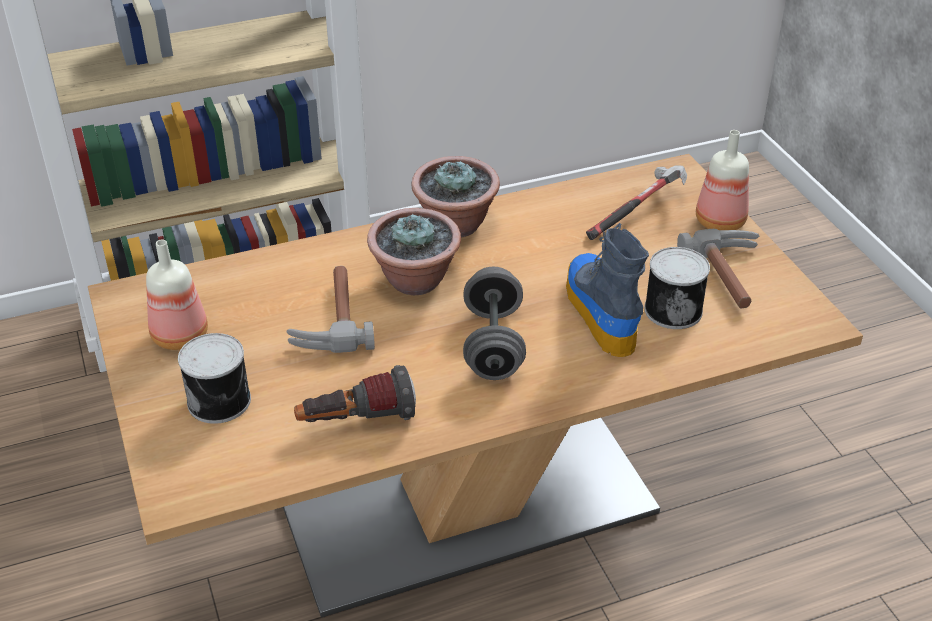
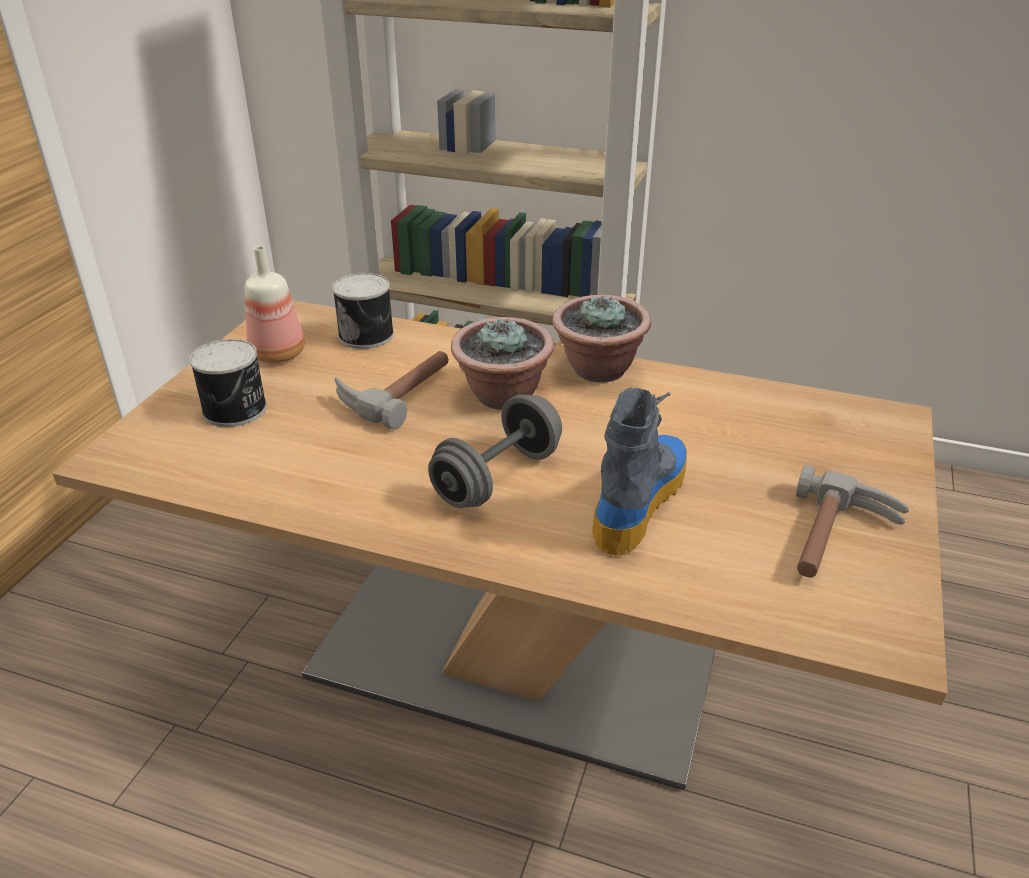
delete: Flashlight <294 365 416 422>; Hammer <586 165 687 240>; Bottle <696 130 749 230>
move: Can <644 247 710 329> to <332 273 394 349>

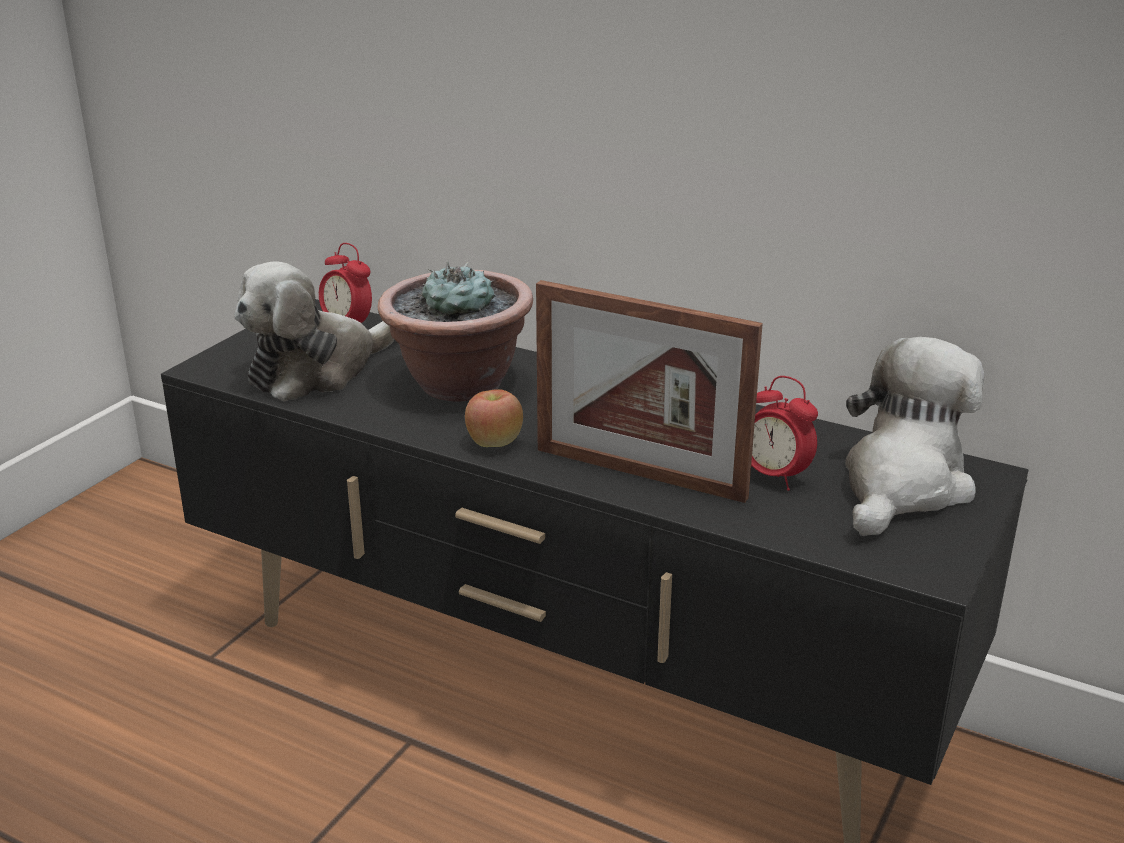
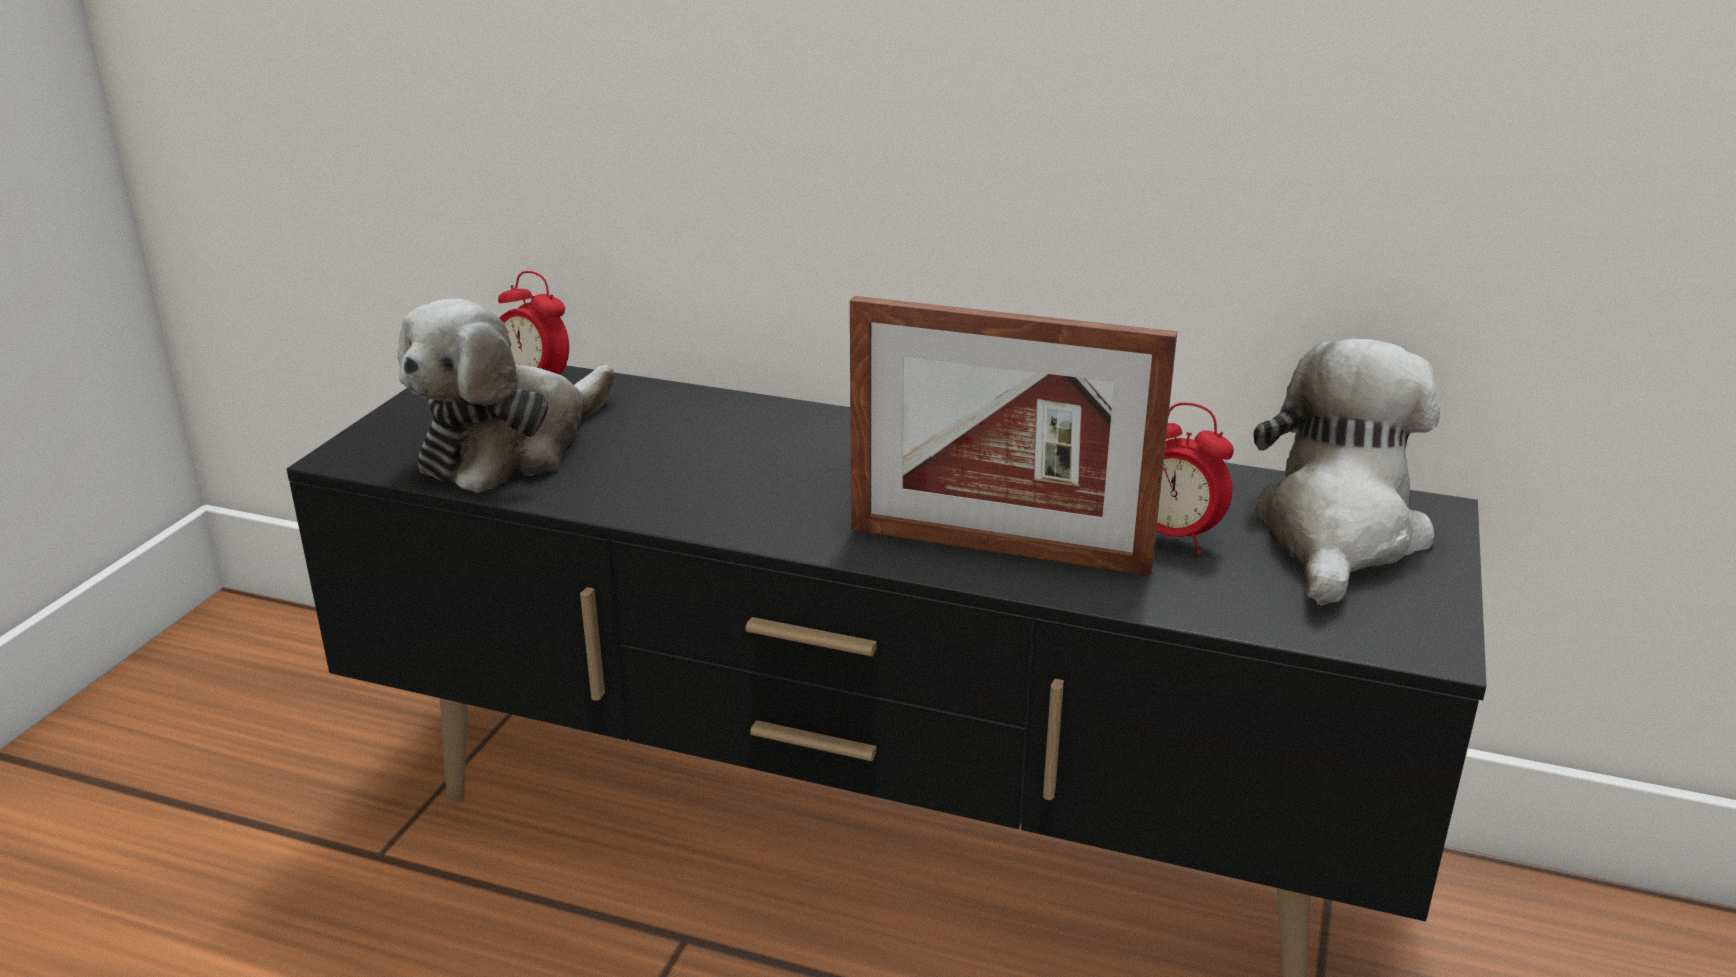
delete: PottedPlant <377 262 533 402>; Apple <465 389 523 447>

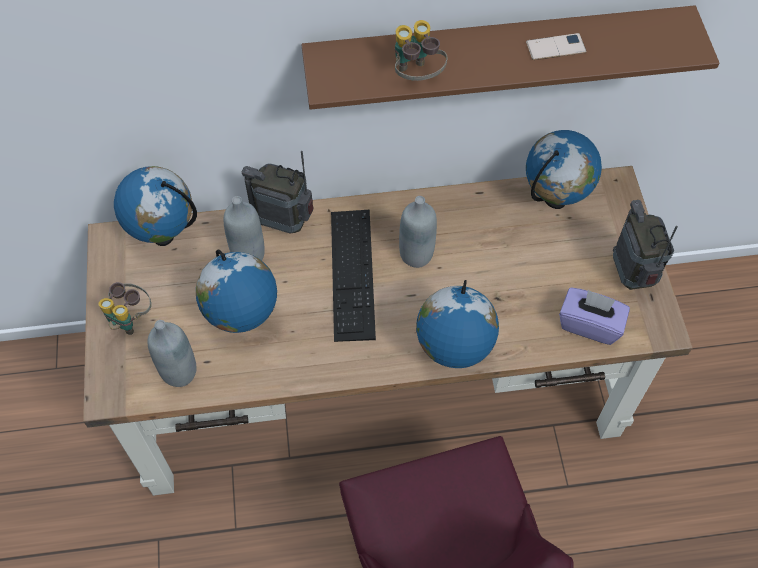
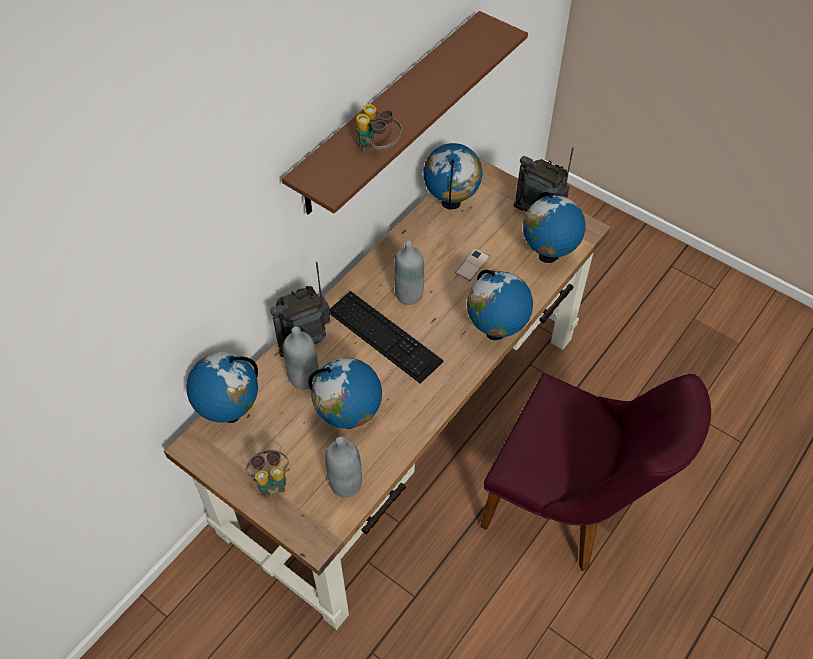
move: Phone <526 33 587 60> to <455 249 490 281>
replace: PurpleTissueBox <559 288 630 345> to Globe <523 192 586 263>

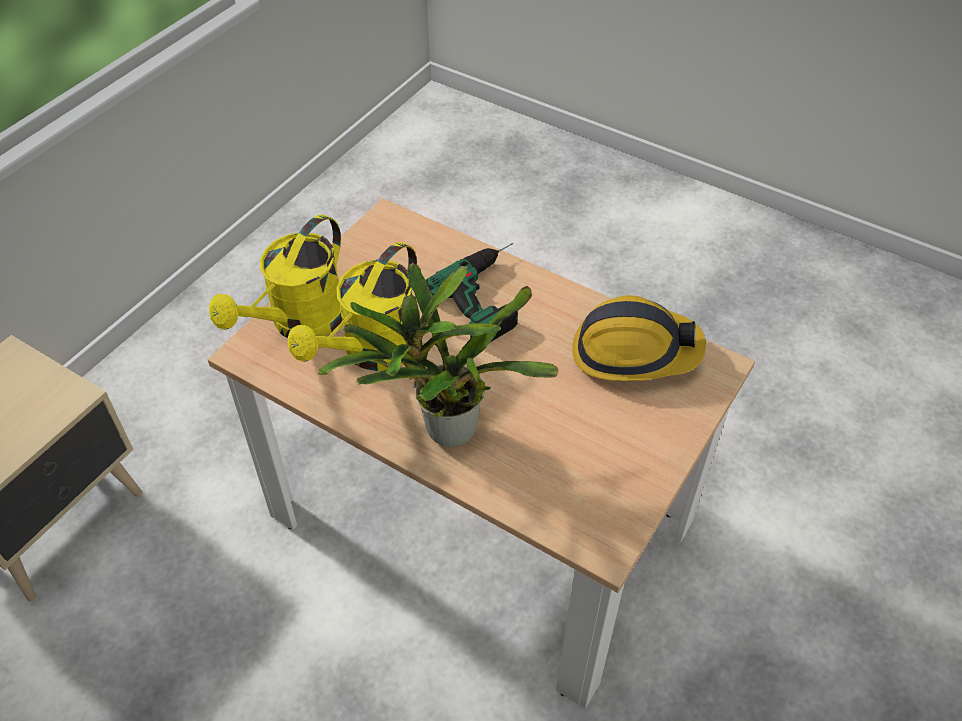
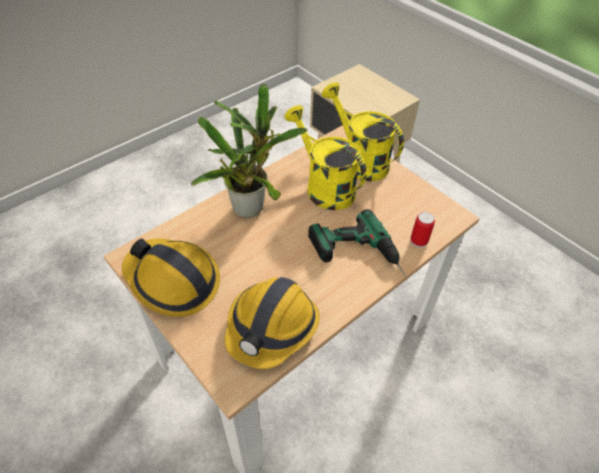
insert: HardHat <122 238 220 317>; Can <410 212 435 248>

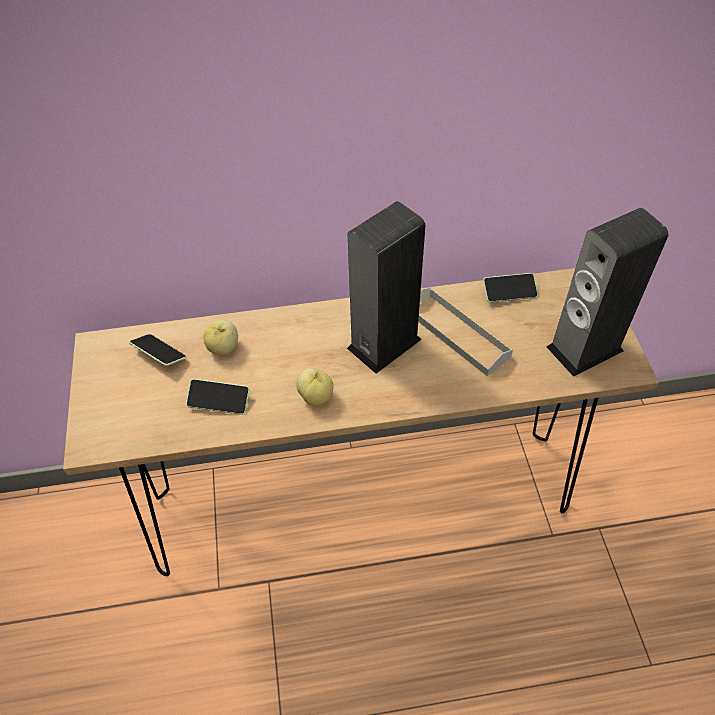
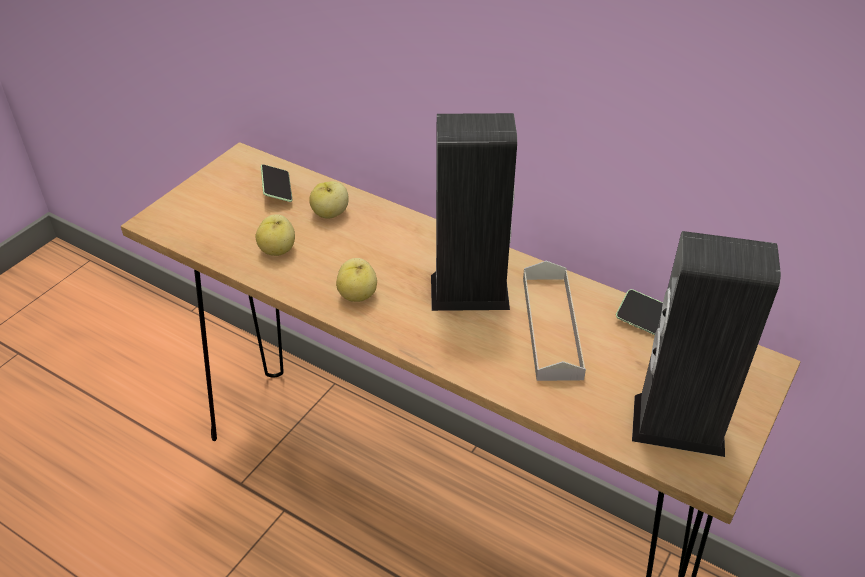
replace: Phone <186 379 249 415> to Apple <255 214 295 256>

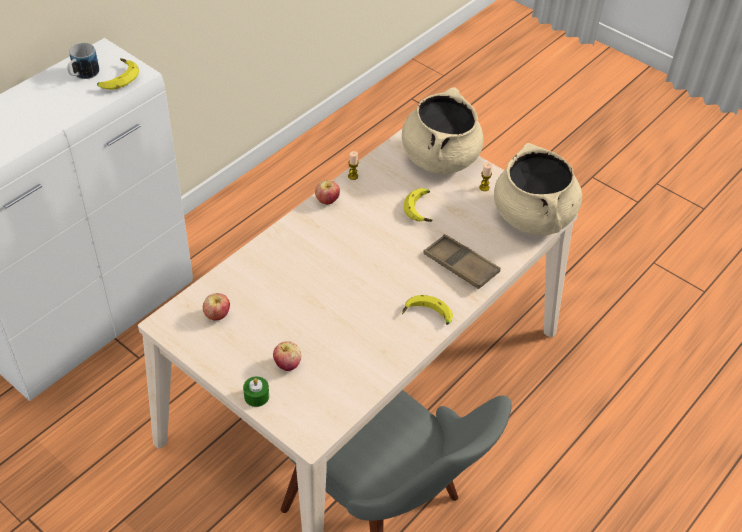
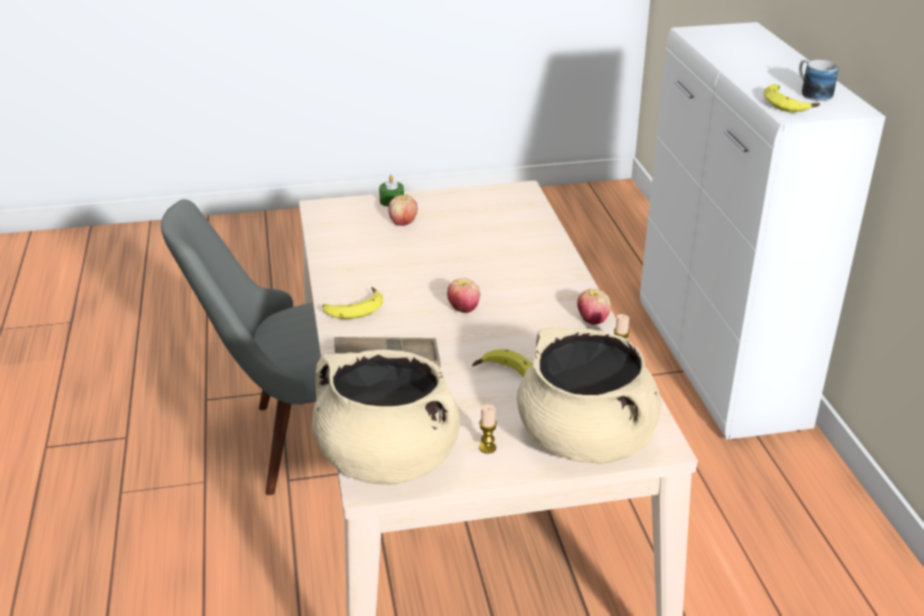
move: Apple <203 293 230 321> to <447 278 480 313>

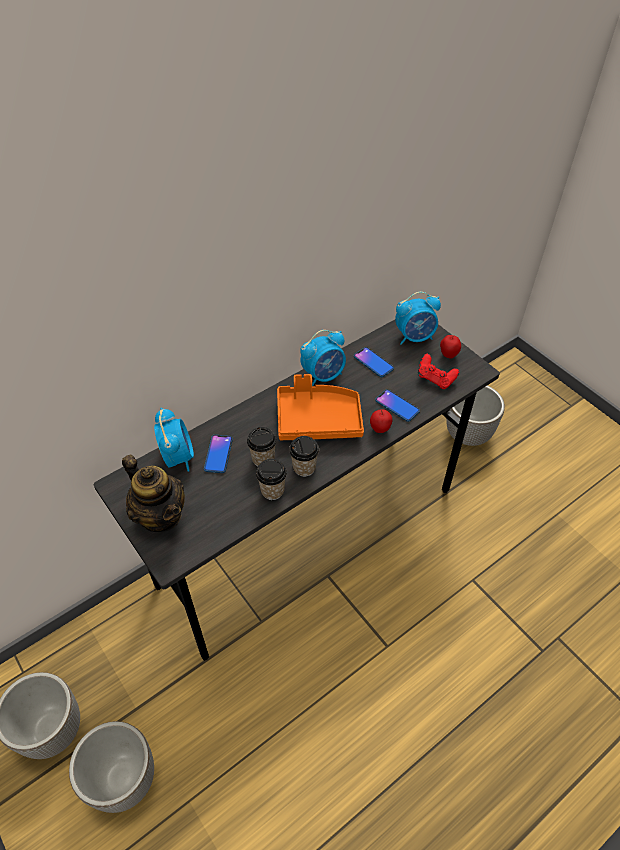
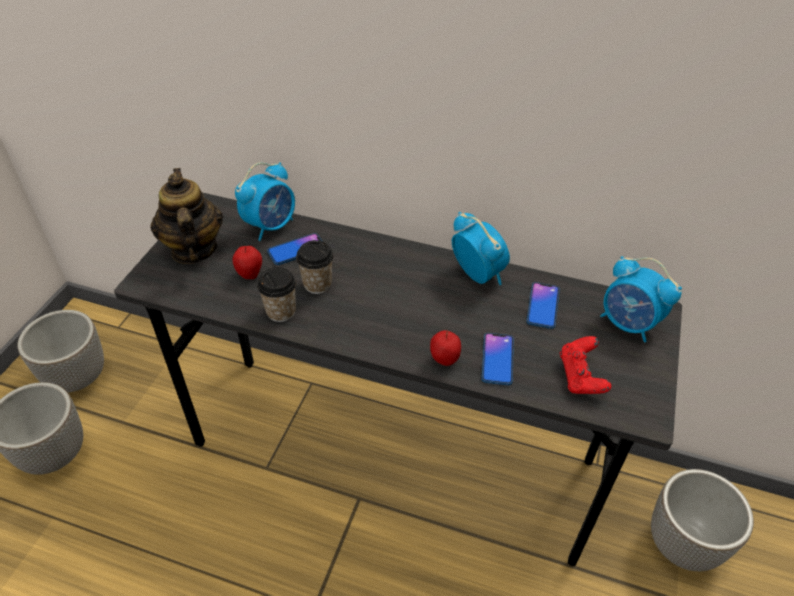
delete: OrangeTray <277 374 364 440>; Cup <289 436 319 477>
move: Apple <440 335 461 359> to <233 246 262 279>
rotate: Teapot <122 455 185 532> = <151 168 223 264> 150 degrees clockwise; AlarmClock <300 330 346 386> = <452 212 510 285> 150 degrees counterclockwise

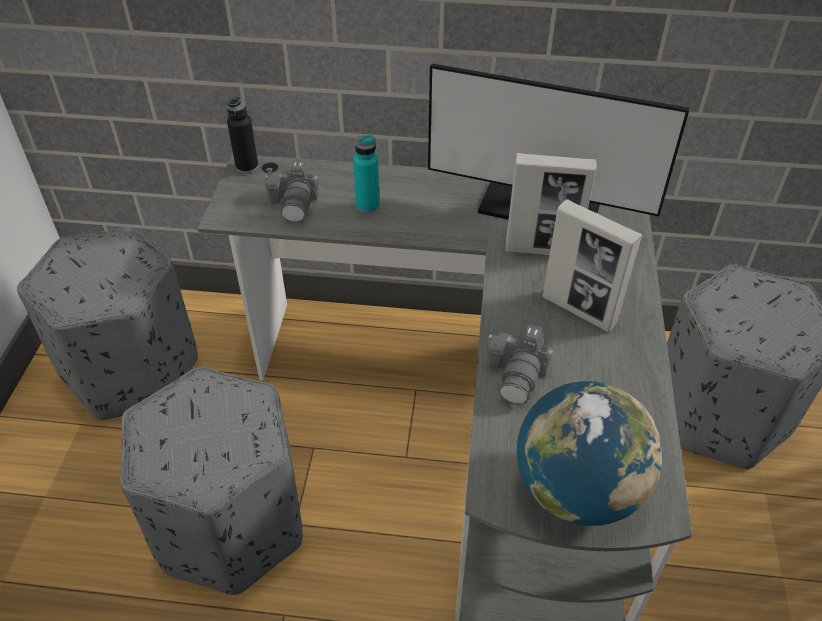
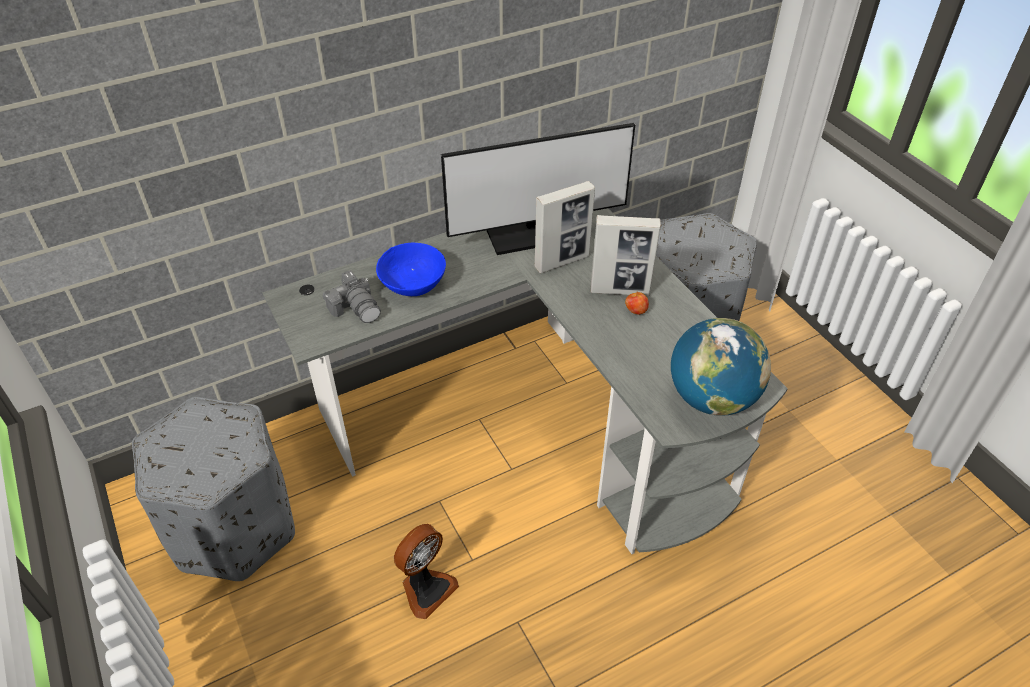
delete: BlackBottle <227 97 259 173>; PhotoCamera <487 324 553 405>
insert: Apple <625 291 649 315>
replace: GreyOttoman <120 367 303 595> to Fan <394 524 459 619>; TurquoiseBottle <353 135 380 213> to BlueBowl <376 243 446 296>

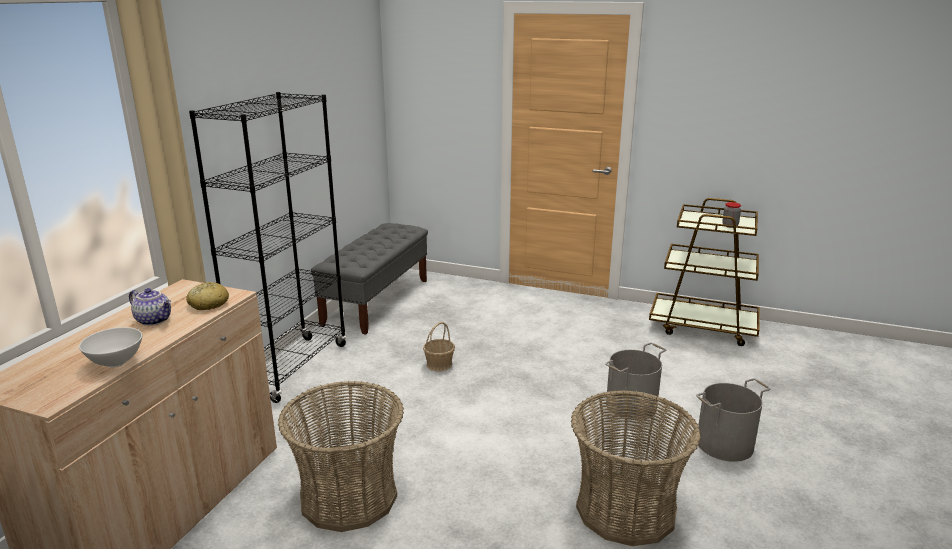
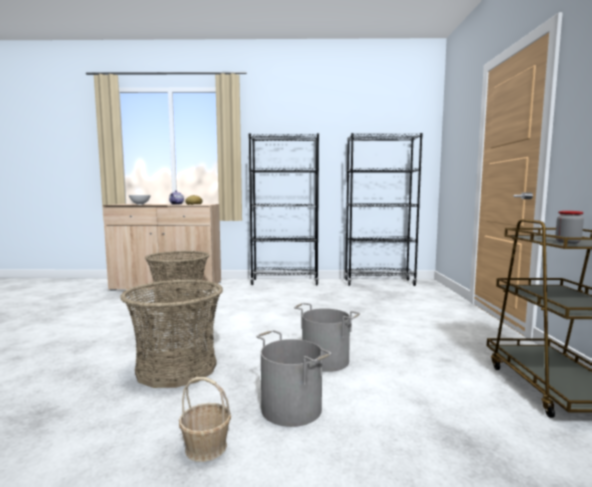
move: Basket <423 322 455 371> to <179 377 231 462>
replace: GreyBench <311 223 428 335> to BlackBookcase <345 133 423 286>

